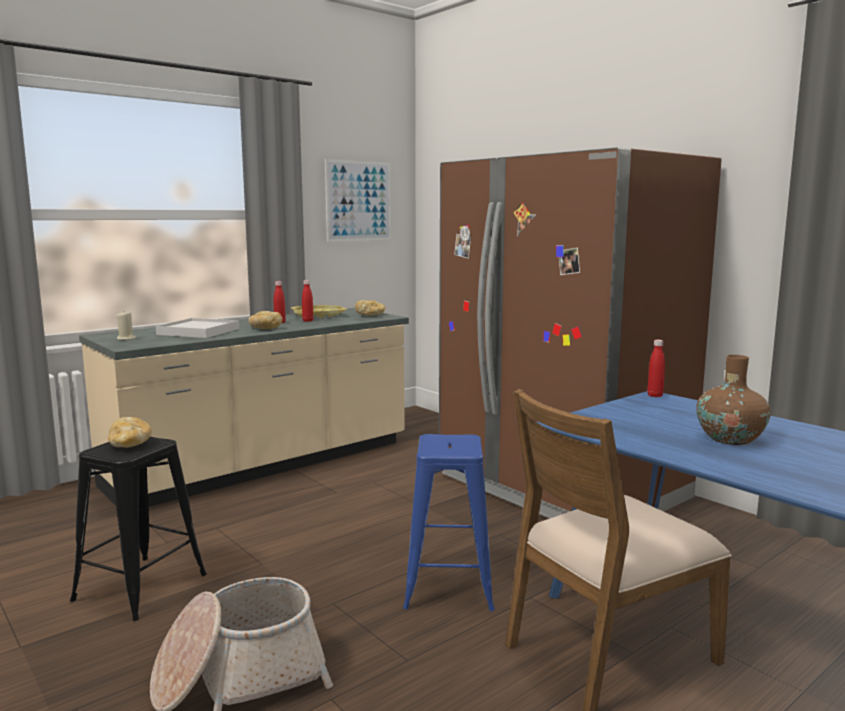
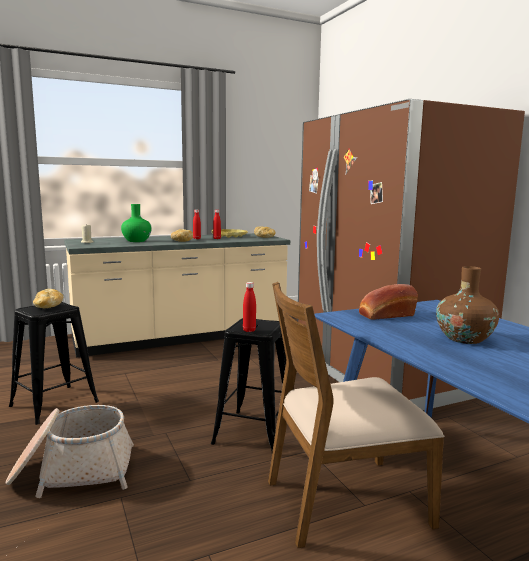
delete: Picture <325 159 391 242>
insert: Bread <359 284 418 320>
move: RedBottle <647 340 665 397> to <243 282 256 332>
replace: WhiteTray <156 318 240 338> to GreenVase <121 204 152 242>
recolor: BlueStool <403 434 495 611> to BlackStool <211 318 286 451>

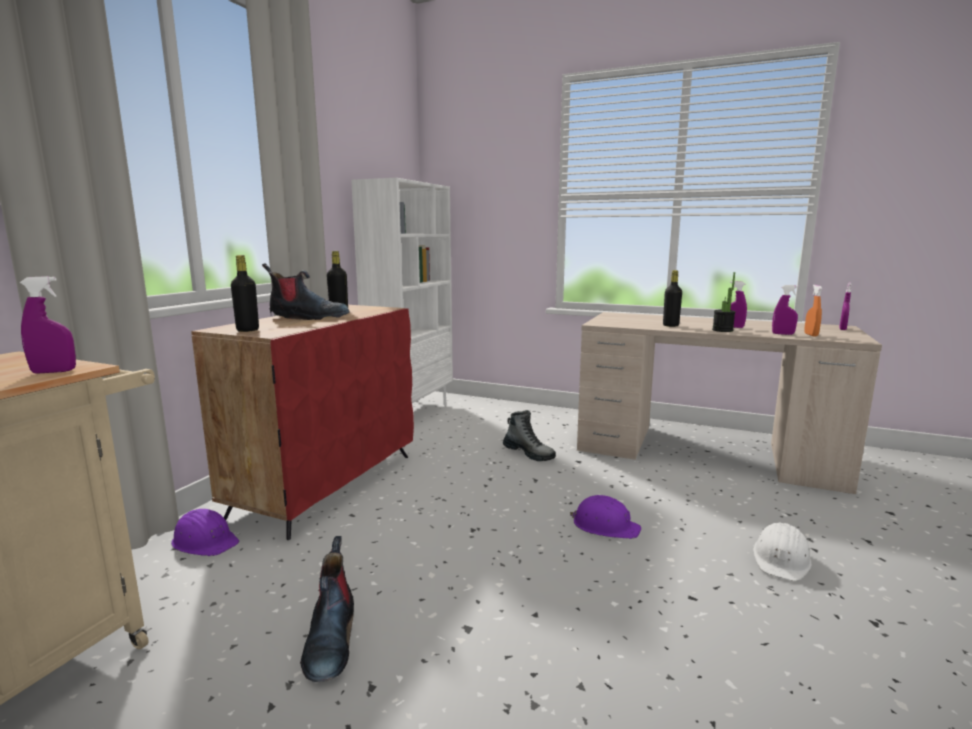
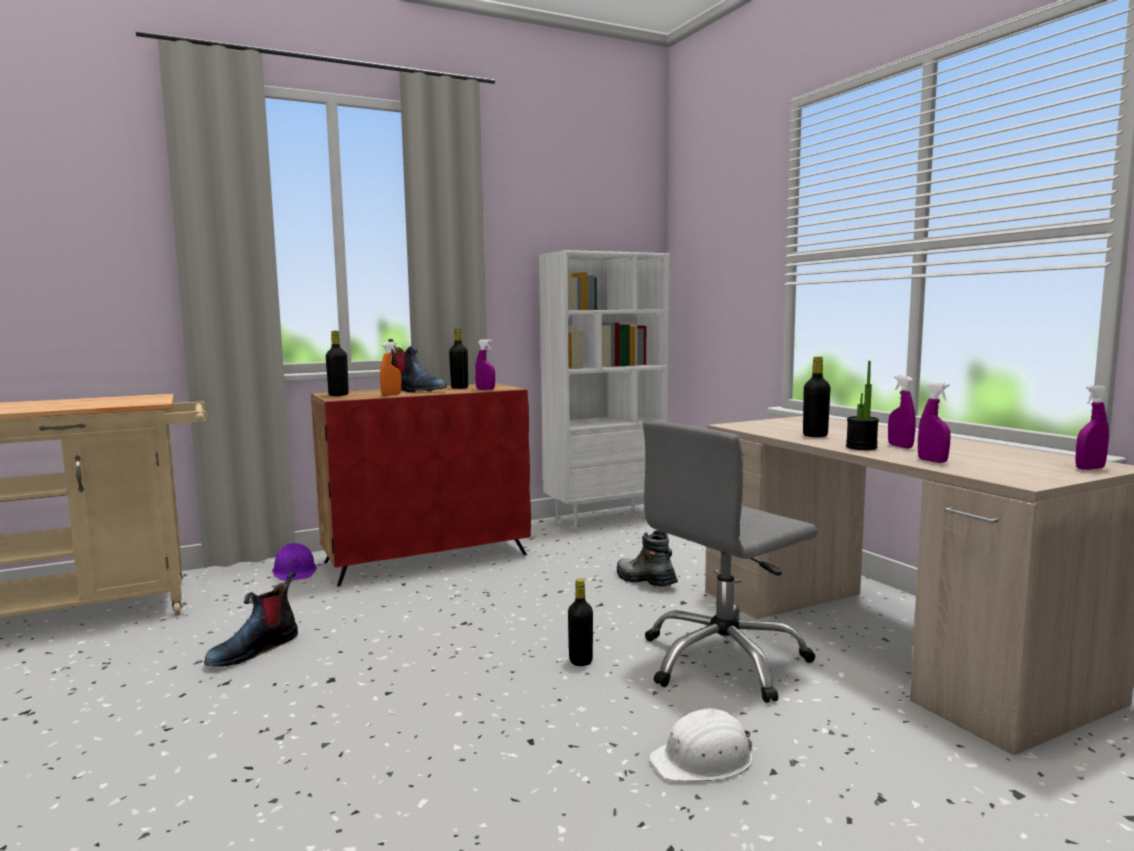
insert: GreyOfficeChair <643 421 817 703>
move: PurpleSprayBottle <20 276 76 374> to <475 339 495 390>; OrangeSprayBottle <805 285 823 336> to <380 342 401 396>
replace: PurpleHardHat <570 495 641 539> to BlackBottle <568 579 593 666>
rotate: Boot <503 410 556 461> = <617 530 678 587> 150 degrees clockwise

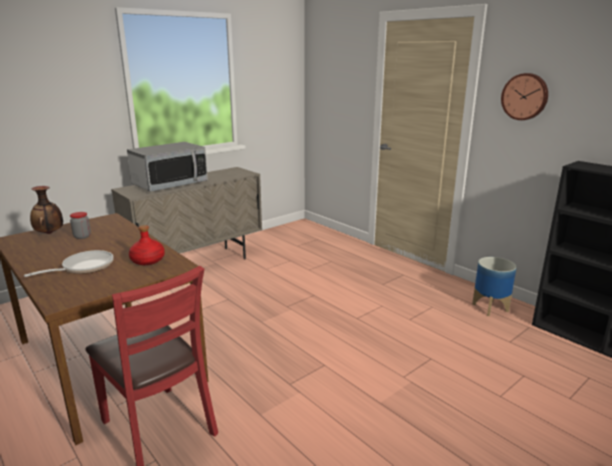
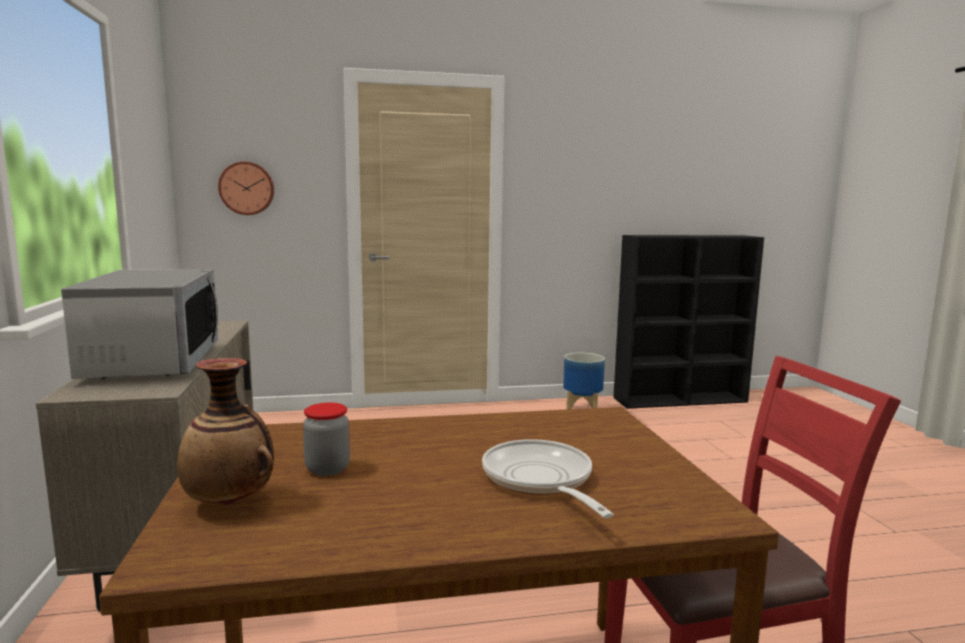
delete: RedBottle <129 225 165 265>
move: WallClock <501 73 548 120> to <218 161 274 215>

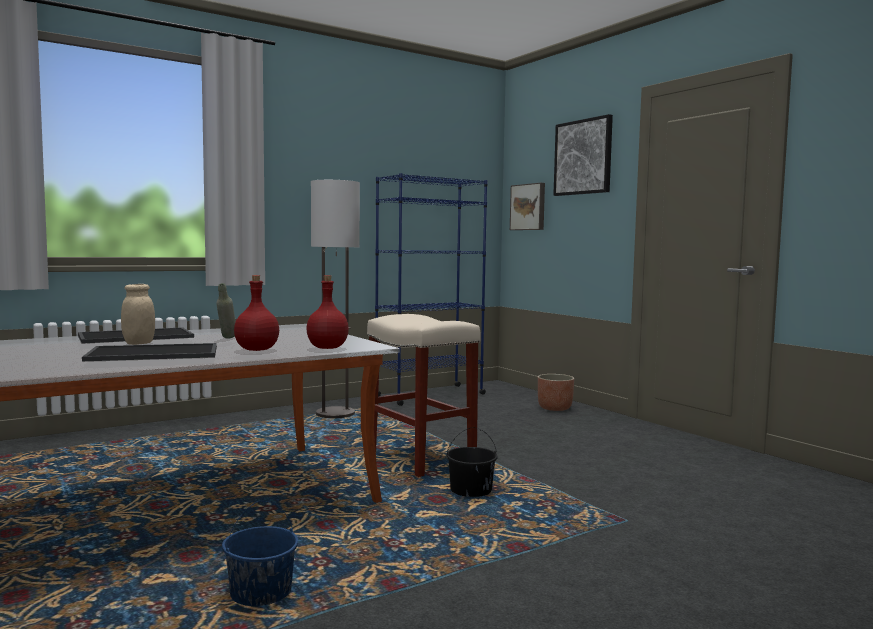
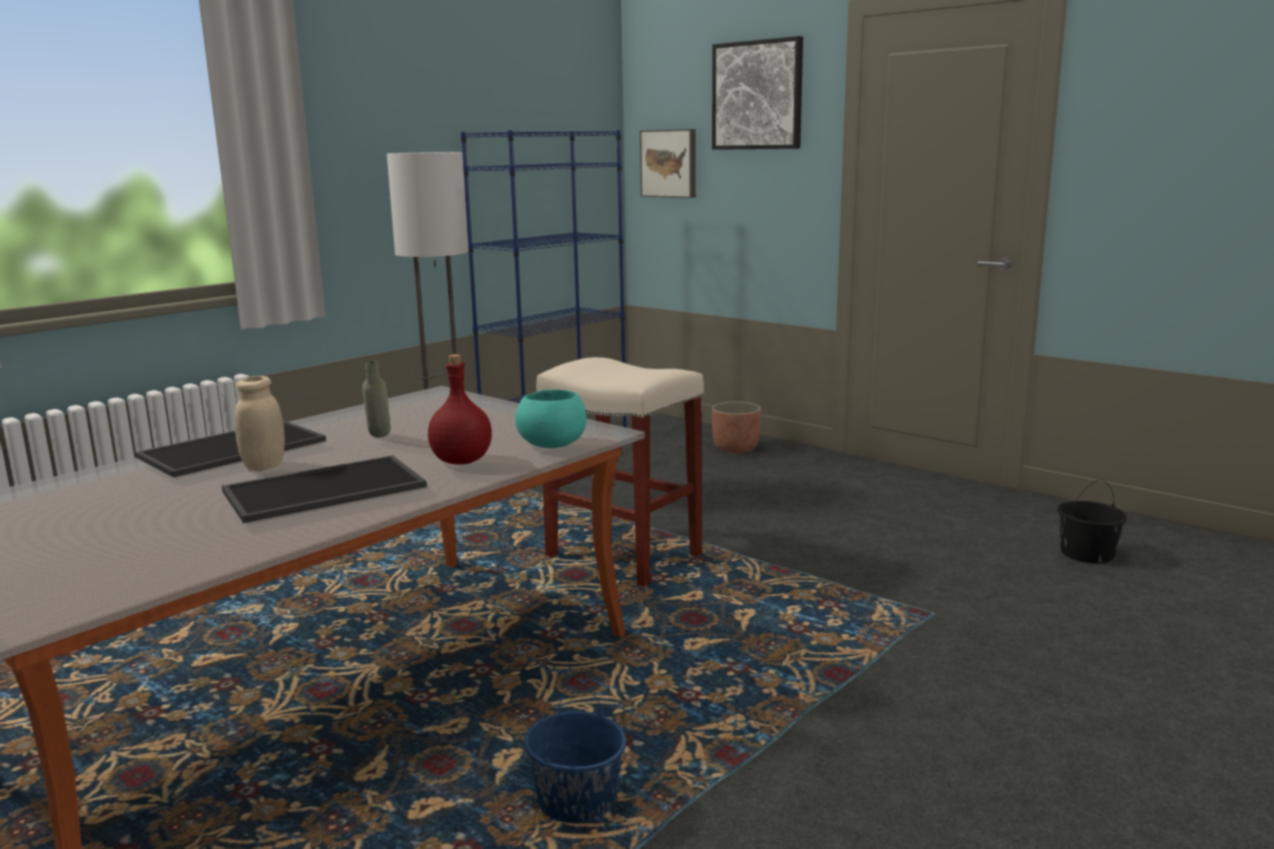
move: BlackBucket <446 427 497 497> to <1057 480 1127 563>
replace: RedBottle <306 275 349 349> to TurquoiseBowl <515 389 587 448>

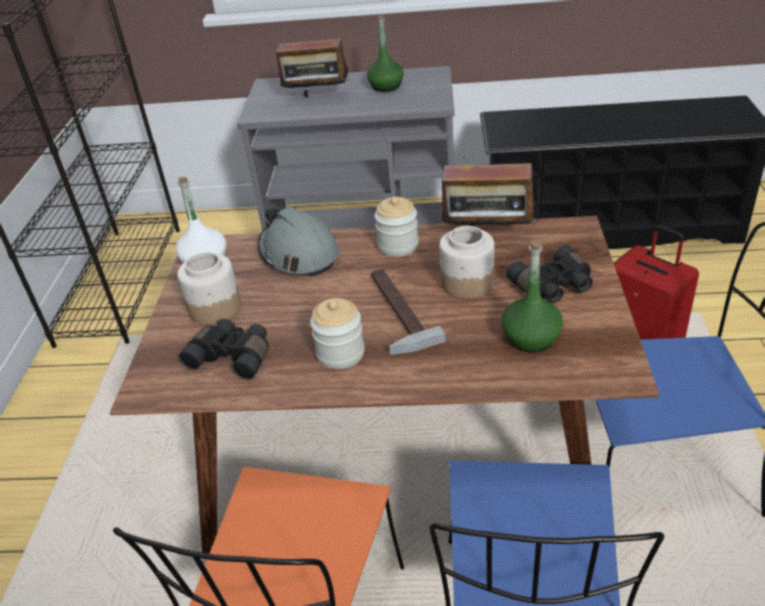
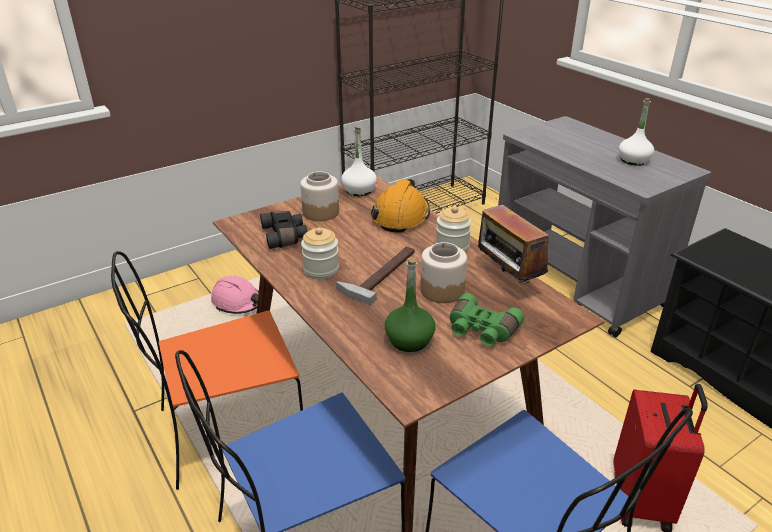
delete: Radio <276 32 349 97>
insert: PinkHardHat <211 276 259 314>
recolor: GreyHardHat <258 207 339 277> to OrangeHardHat <371 179 430 233>; GreenBottle <367 15 404 92> to WhiteBottle <619 98 654 166>; BlackBinoculars <506 245 593 303> to GreenBinoculars <450 293 524 346>

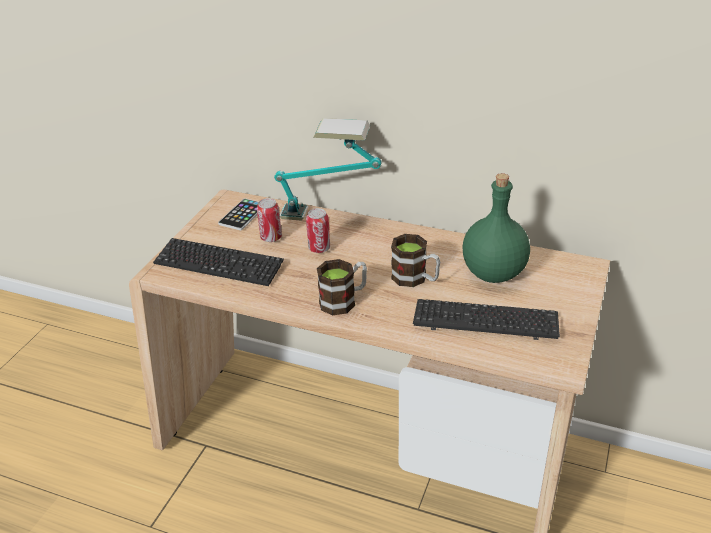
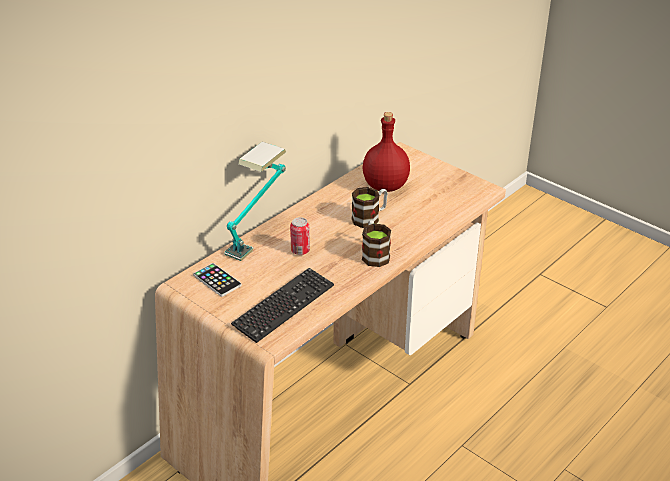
delete: Can <257 198 282 242>; Keyboard <413 299 560 340>
recolor: GreenBottle <462 173 530 283> to RedBottle <363 112 410 192>

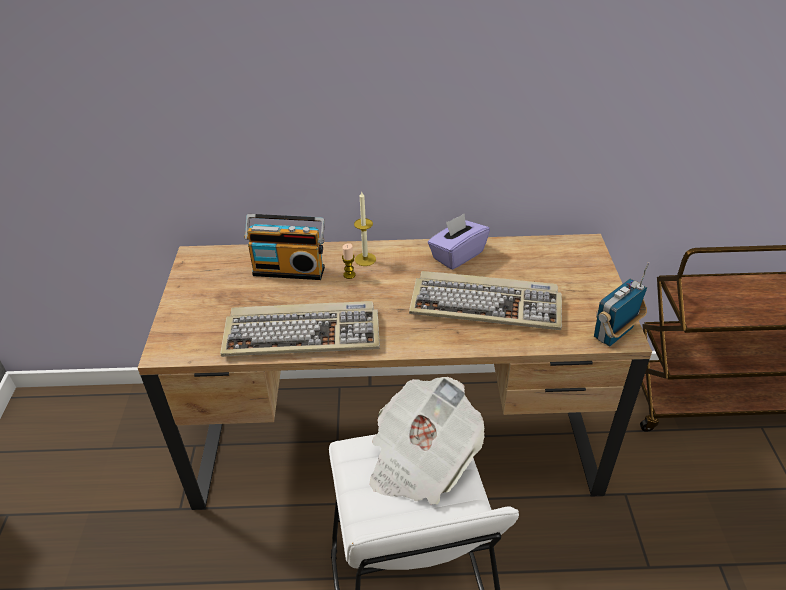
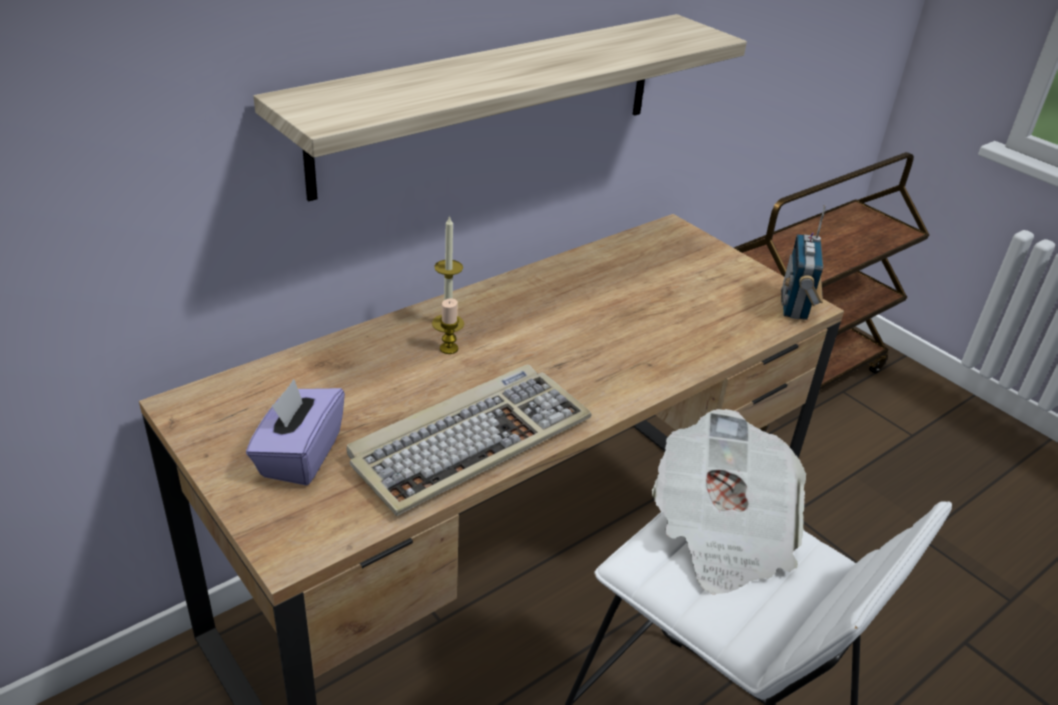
delete: Radio <244 214 325 280>; Keyboard <409 271 562 330>
insert: Shelf <253 14 747 201>
move: PurpleTissueBox <428 213 490 270> to <246 379 345 486>

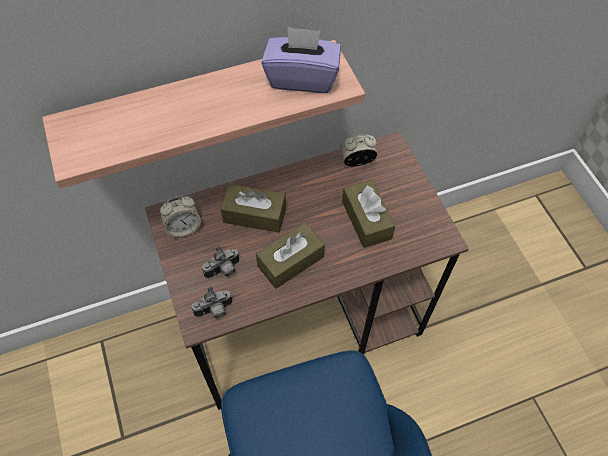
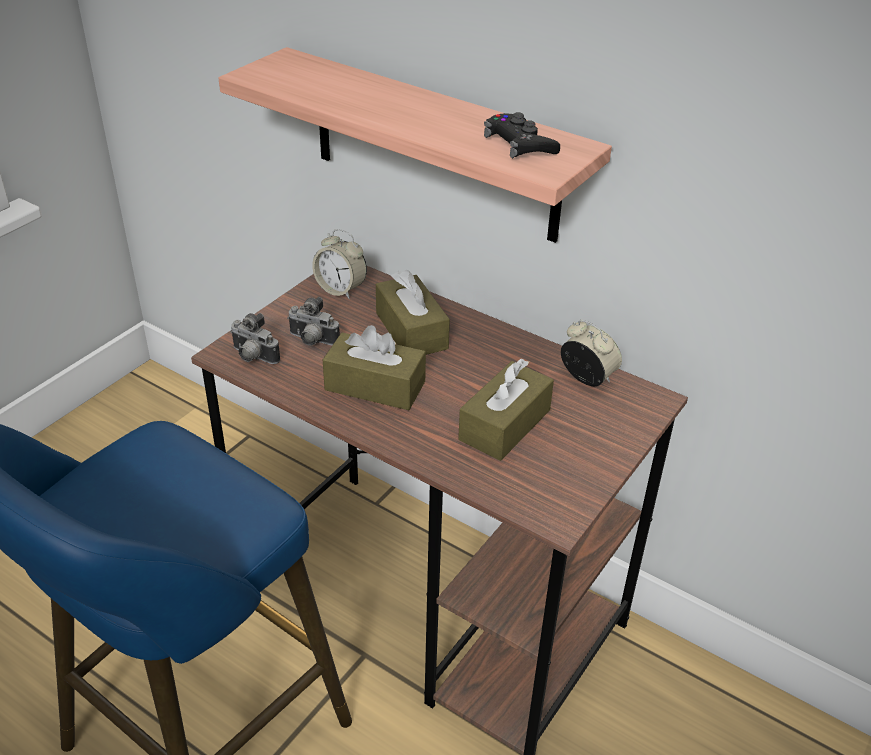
replace: PurpleTissueBox <262 26 341 93> to BlackGameController <484 112 560 158>

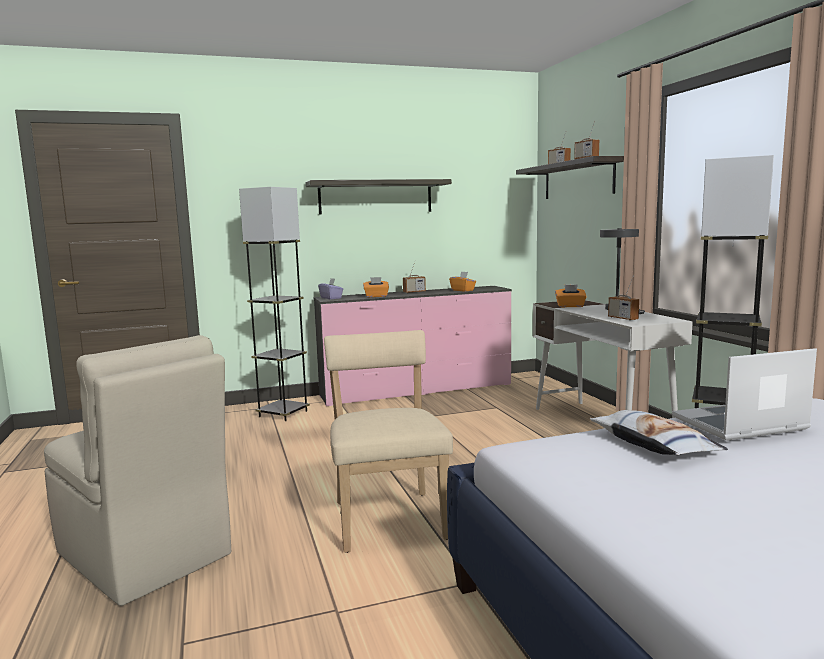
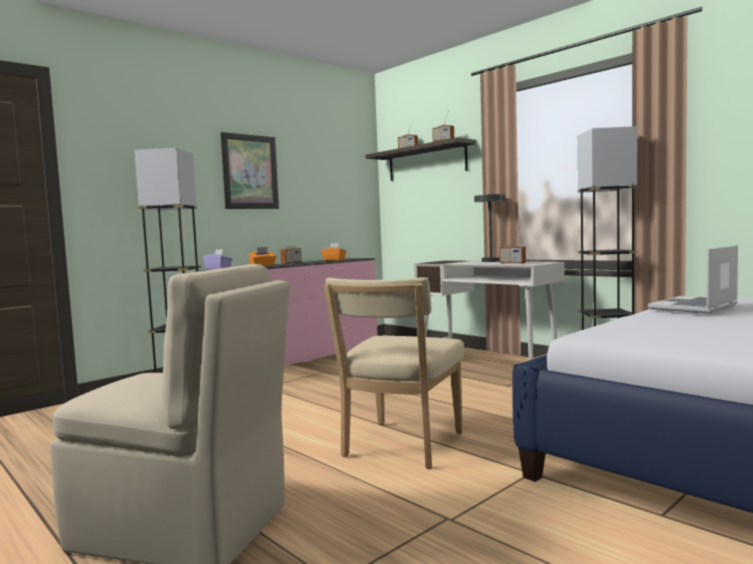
delete: OrangeTissueBox <555 284 587 307>; Pillow <590 410 728 455>
replace: Shelf <305 179 452 214> to Picture <221 132 279 209>
rotate: BeigeChair <324 330 453 553> = <324 277 464 469> 120 degrees counterclockwise

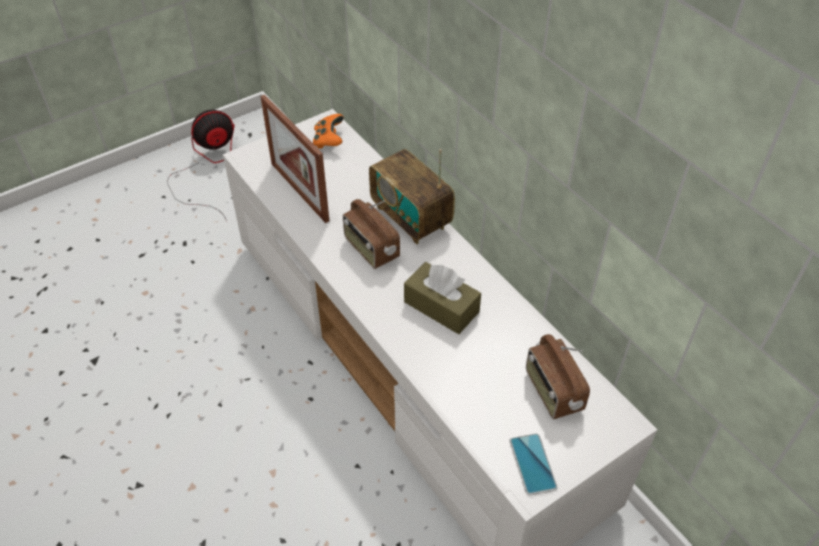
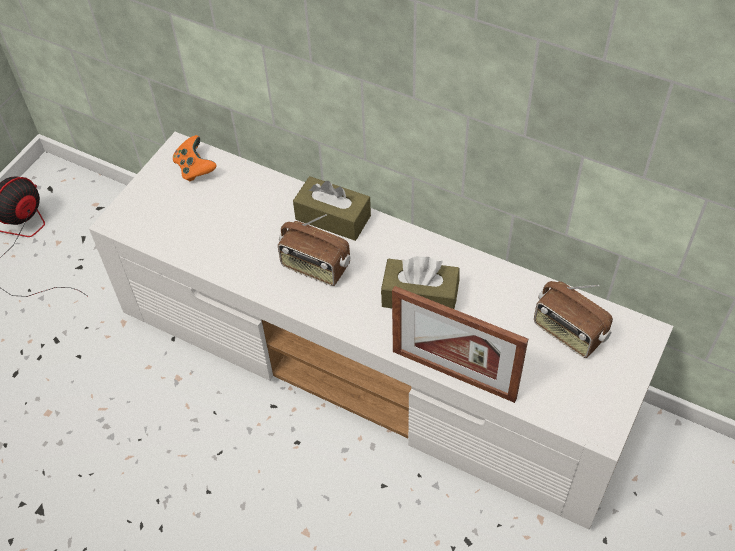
delete: Phone <509 433 558 496>
move: PictureFrame <260 95 329 223> to <392 286 528 403>
replace: Radio <369 149 455 244> to BrownTissueBox <293 176 371 241>

